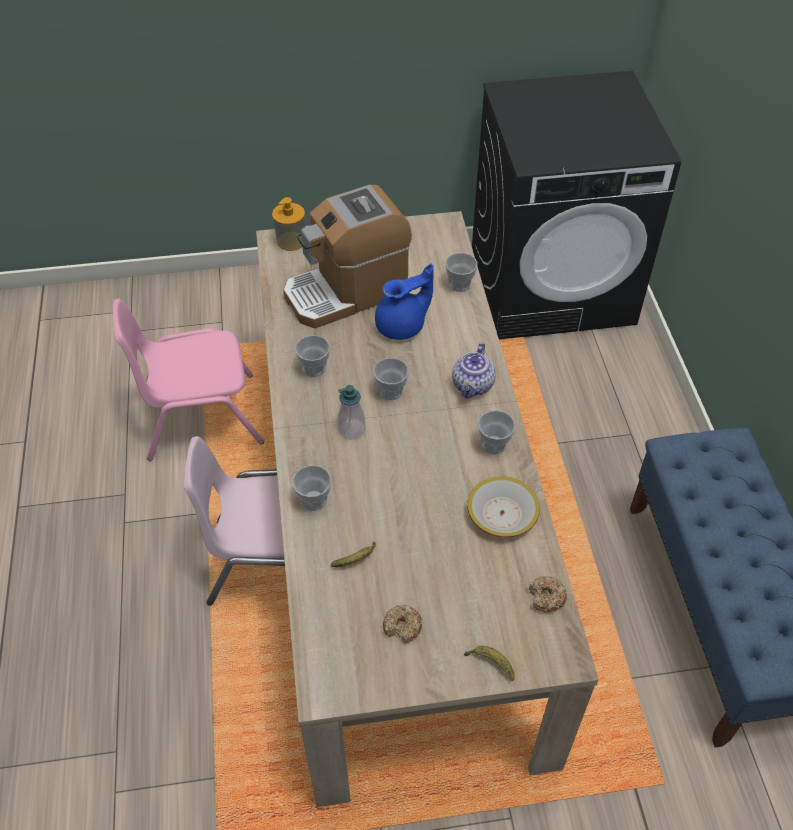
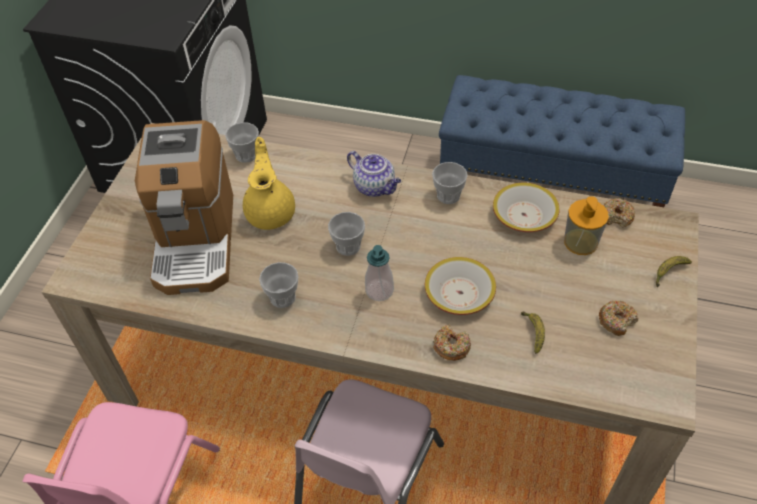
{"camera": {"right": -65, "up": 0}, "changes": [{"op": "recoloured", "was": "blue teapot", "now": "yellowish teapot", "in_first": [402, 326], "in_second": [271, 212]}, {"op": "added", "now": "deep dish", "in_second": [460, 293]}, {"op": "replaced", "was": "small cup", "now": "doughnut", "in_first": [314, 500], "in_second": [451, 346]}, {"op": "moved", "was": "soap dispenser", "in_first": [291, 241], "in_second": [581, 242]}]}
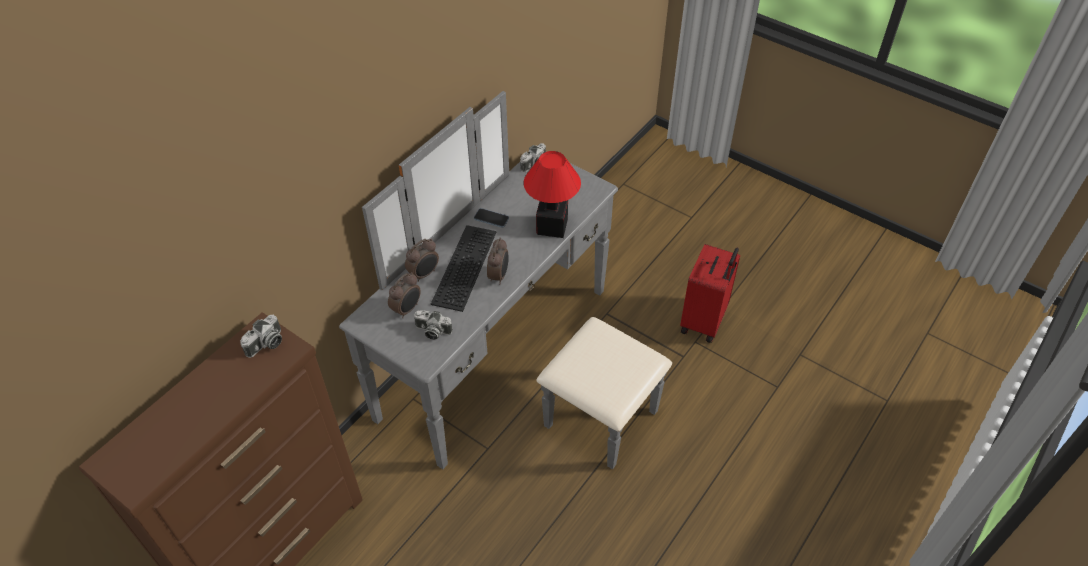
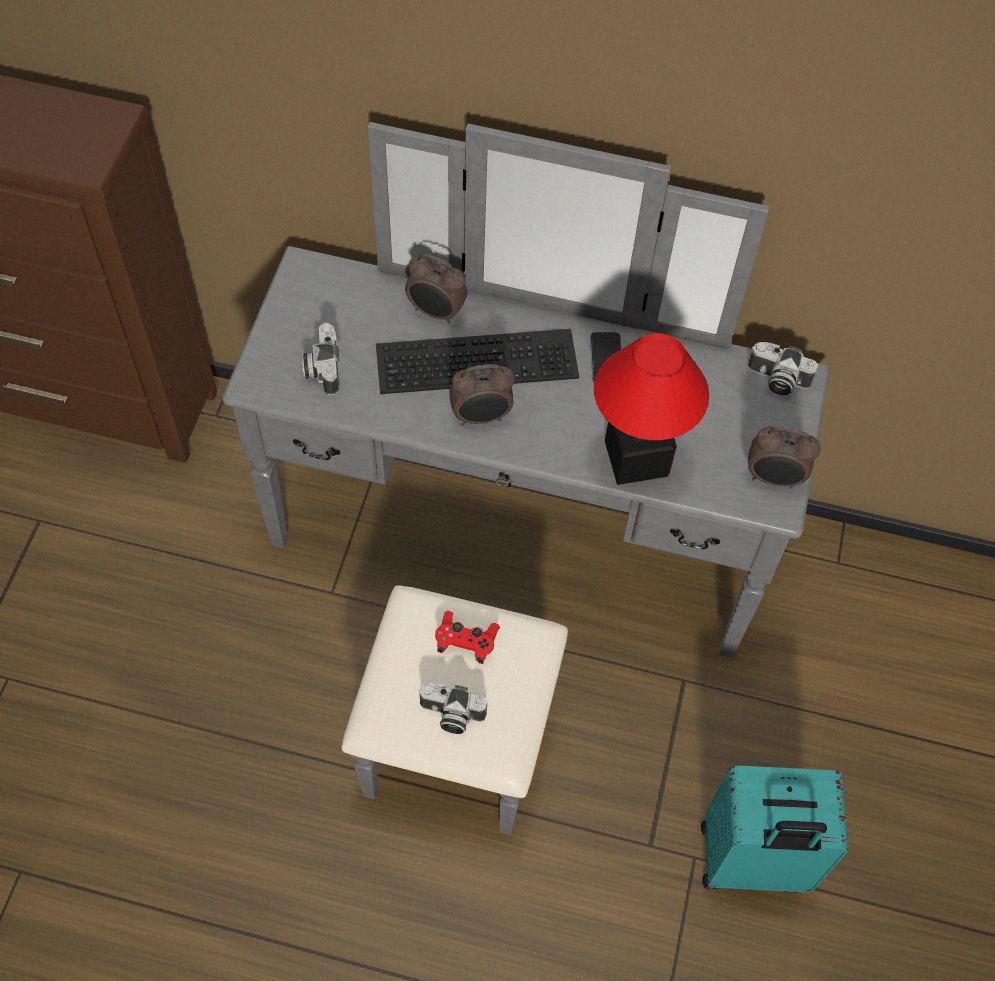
{"camera": {"right": 65, "up": 10}, "changes": [{"op": "moved", "was": "photo camera", "in_first": [266, 344], "in_second": [450, 715]}, {"op": "added", "now": "red-coloured joypad", "in_second": [466, 642]}, {"op": "recoloured", "was": "red-coloured suitcase", "now": "blue-green suitcase", "in_first": [704, 321], "in_second": [752, 861]}, {"op": "moved", "was": "alarm clock", "in_first": [407, 309], "in_second": [773, 479]}]}
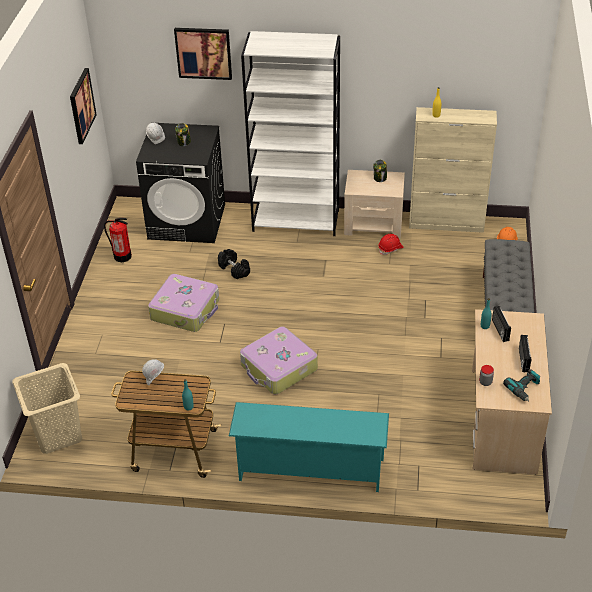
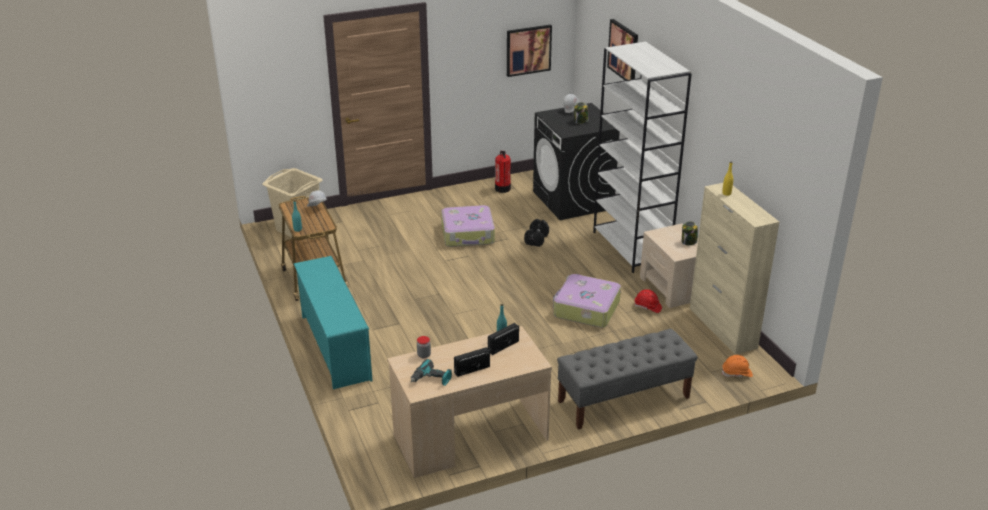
{"camera": {"right": 60, "up": -10}, "changes": [{"op": "moved", "was": "suitcase", "in_first": [278, 368], "in_second": [585, 309]}]}
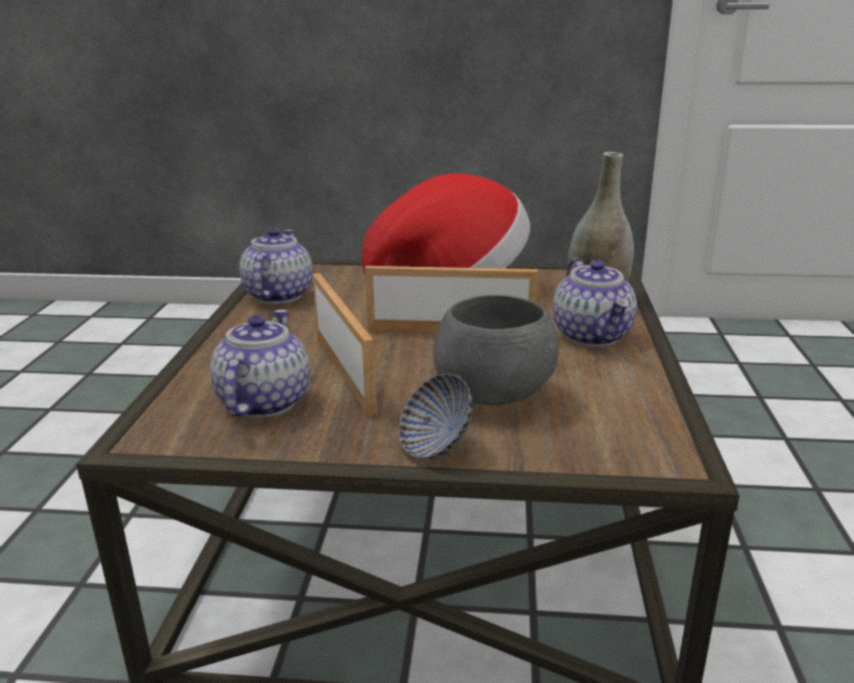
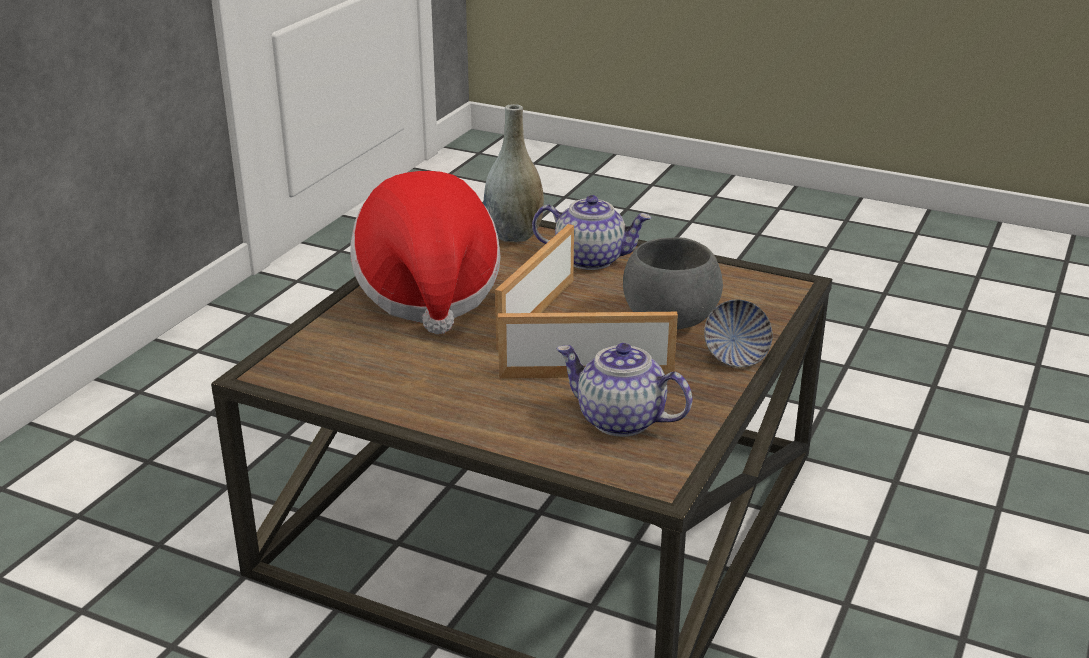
{"camera": {"right": -70, "up": 5}, "changes": [{"op": "removed", "was": "teapot", "in_first": [278, 295]}]}
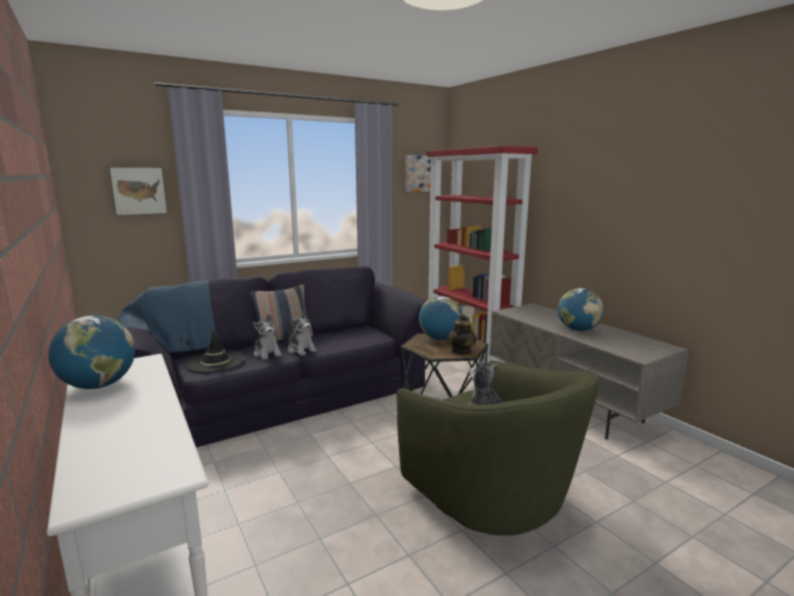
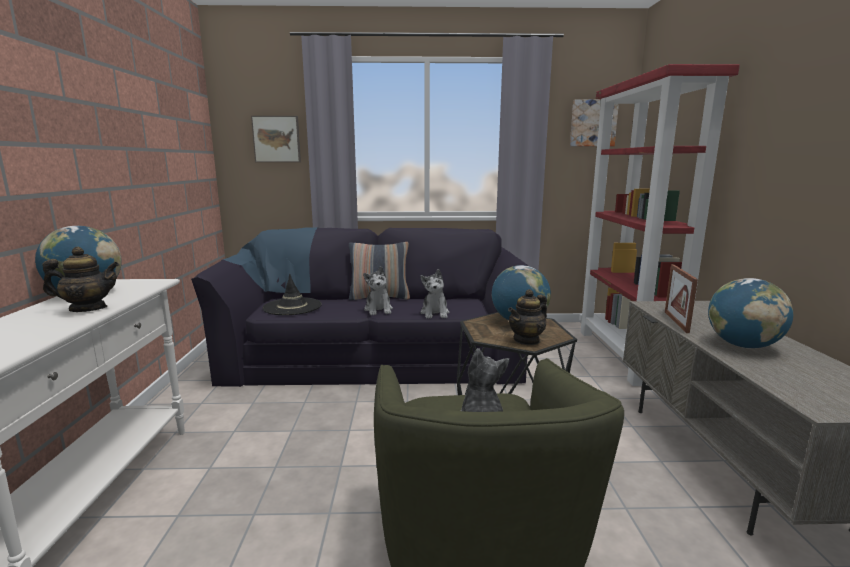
{"camera": {"right": 30, "up": 0}, "changes": [{"op": "added", "now": "teapot", "in_second": [88, 309]}, {"op": "moved", "was": "plush toy", "in_first": [267, 353], "in_second": [435, 313]}, {"op": "added", "now": "standing frame", "in_second": [676, 322]}]}
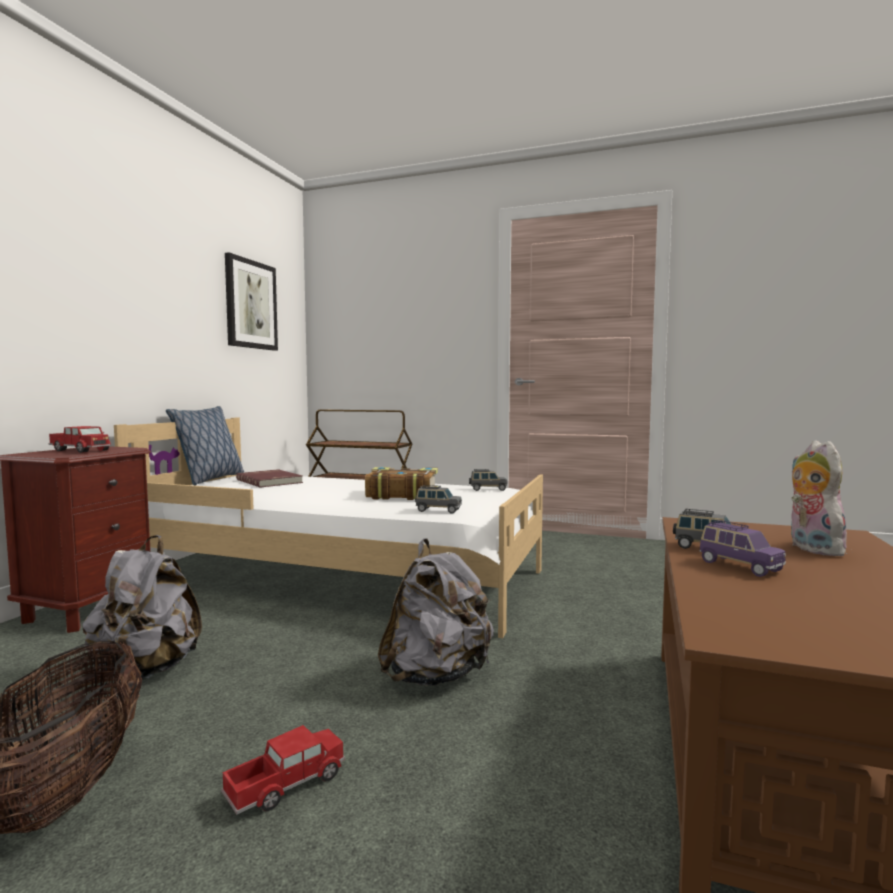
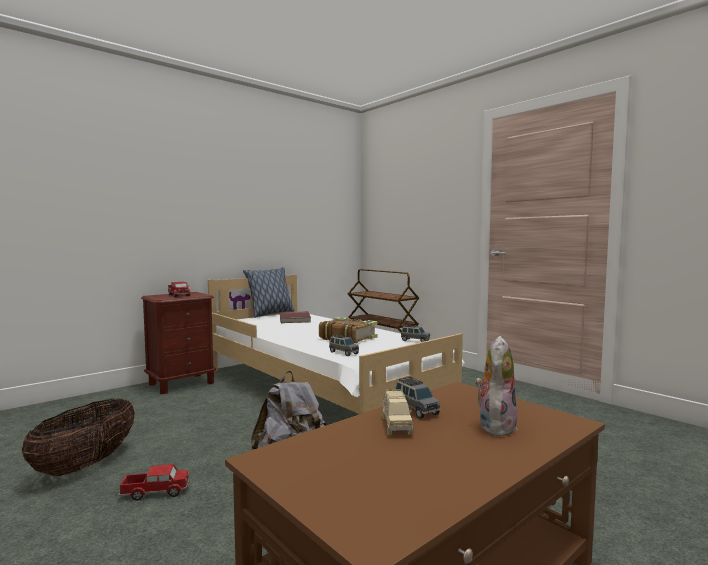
{"camera": {"right": 30, "up": 0}, "changes": [{"op": "recoloured", "was": "purple miniature car", "now": "beige miniature car", "in_first": [739, 566], "in_second": [396, 425]}, {"op": "removed", "was": "gray backpack", "in_first": [146, 670]}, {"op": "removed", "was": "wall picture", "in_first": [250, 304]}]}
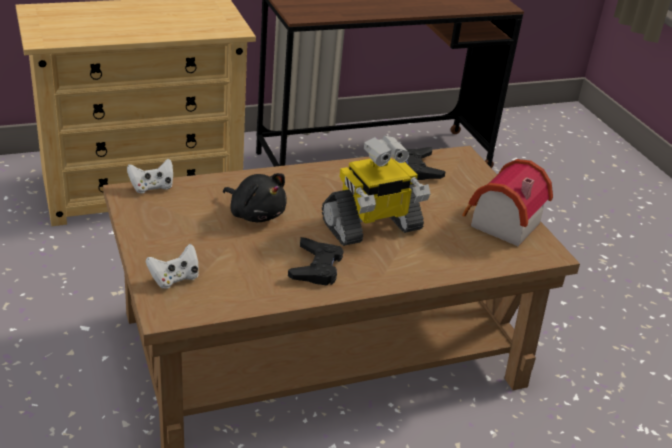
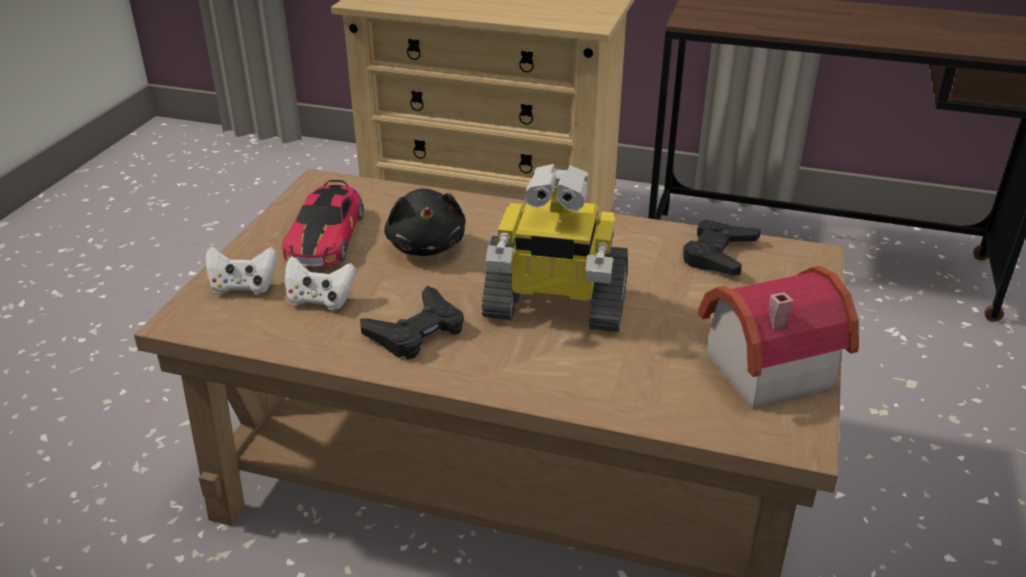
{"camera": {"right": 40, "up": 0}, "changes": [{"op": "added", "now": "miniature car", "in_second": [326, 237]}, {"op": "moved", "was": "whitish joypad", "in_first": [152, 187], "in_second": [320, 300]}]}
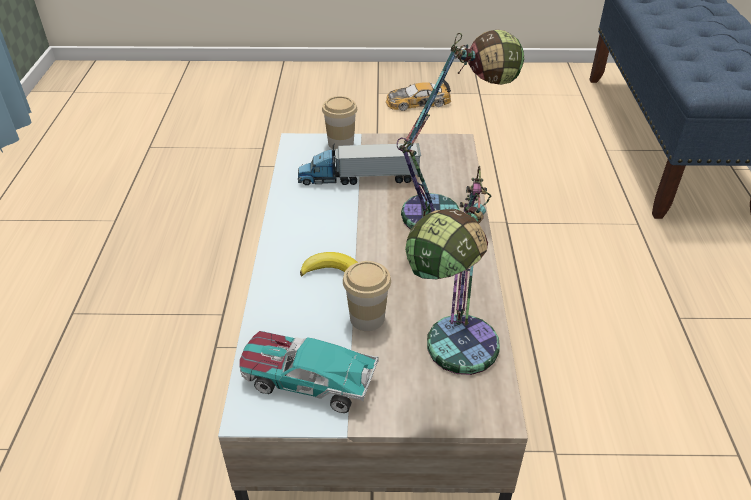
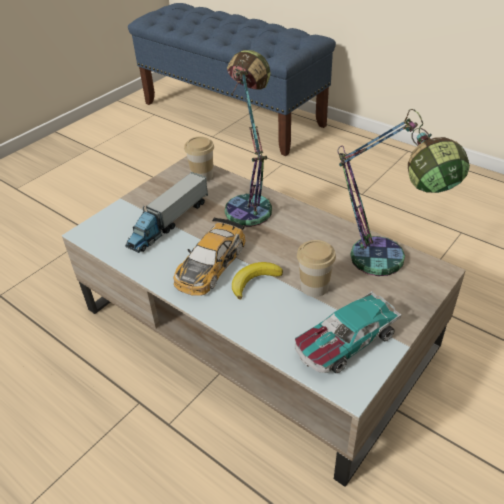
{"camera": {"right": -50, "up": 0}, "changes": [{"op": "moved", "was": "miniature car", "in_first": [417, 102], "in_second": [210, 264]}, {"op": "moved", "was": "small cup", "in_first": [340, 143], "in_second": [202, 176]}]}
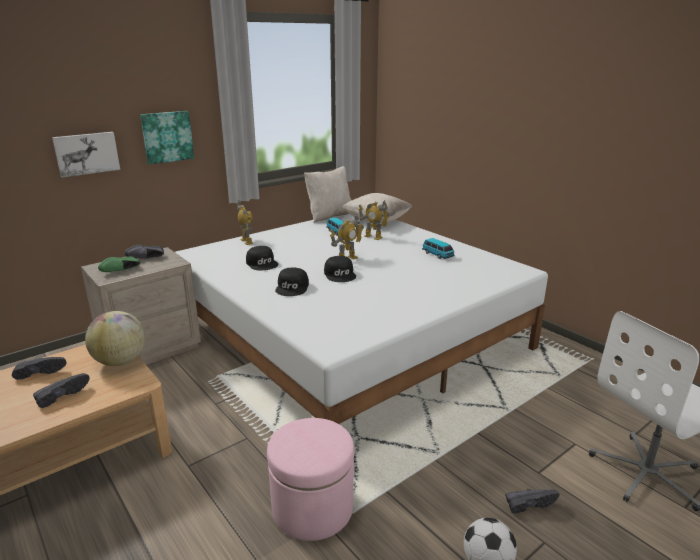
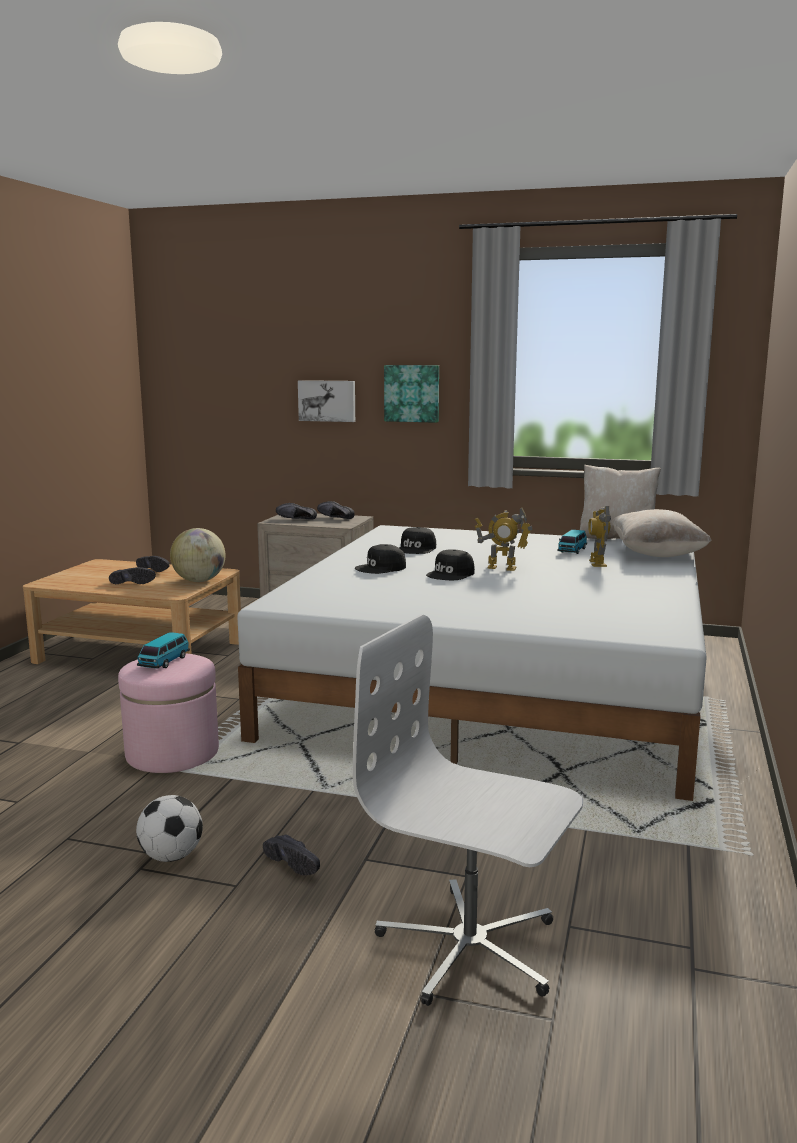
{"camera": {"right": 55, "up": -10}, "changes": [{"op": "moved", "was": "miniature car", "in_first": [437, 255], "in_second": [164, 662]}, {"op": "recoloured", "was": "green low shoe", "now": "black-coloured low shoe", "in_first": [122, 271], "in_second": [296, 520]}, {"op": "removed", "was": "toy robot", "in_first": [246, 241]}]}
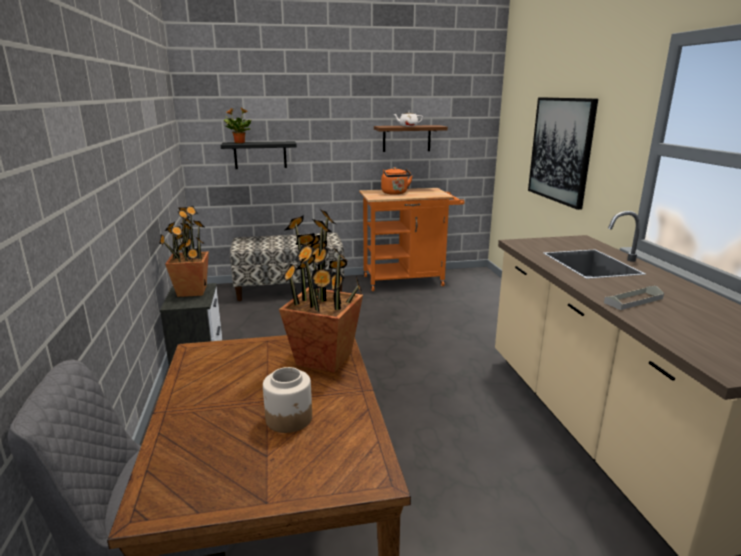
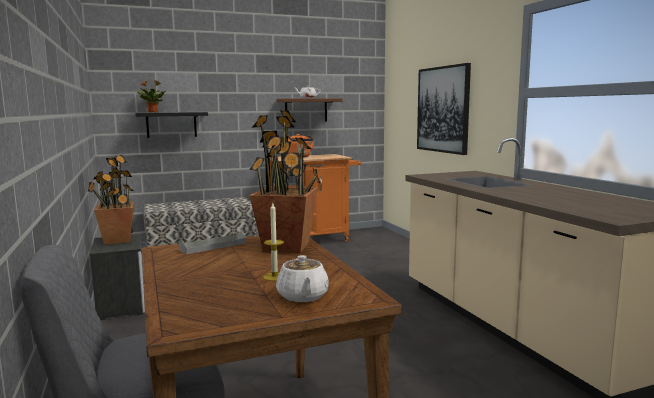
{"camera": {"right": -10, "up": -10}, "changes": [{"op": "moved", "was": "gray carrying tray", "in_first": [633, 301], "in_second": [213, 246]}, {"op": "replaced", "was": "preserve jar", "now": "wax candle", "in_first": [289, 419], "in_second": [274, 277]}, {"op": "added", "now": "whitish teapot", "in_second": [302, 296]}]}
